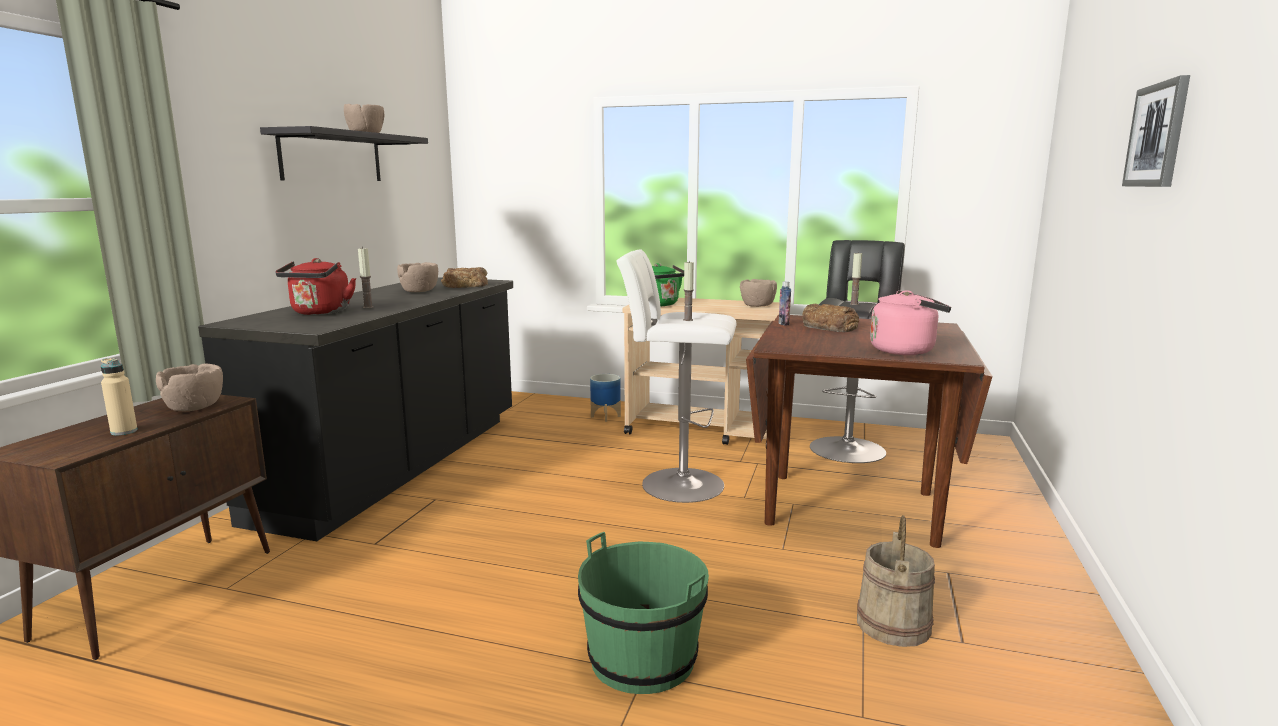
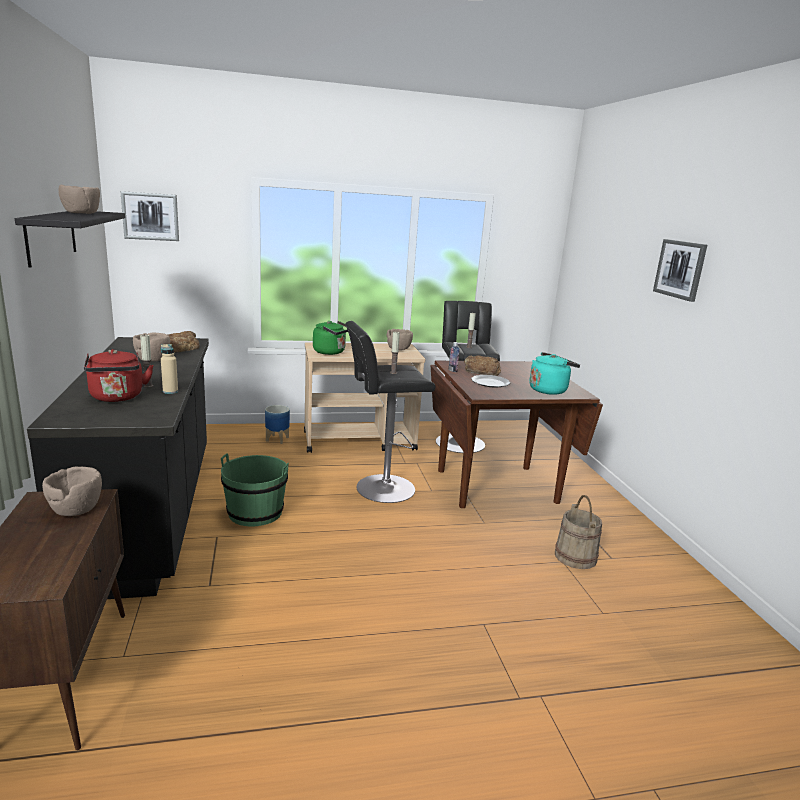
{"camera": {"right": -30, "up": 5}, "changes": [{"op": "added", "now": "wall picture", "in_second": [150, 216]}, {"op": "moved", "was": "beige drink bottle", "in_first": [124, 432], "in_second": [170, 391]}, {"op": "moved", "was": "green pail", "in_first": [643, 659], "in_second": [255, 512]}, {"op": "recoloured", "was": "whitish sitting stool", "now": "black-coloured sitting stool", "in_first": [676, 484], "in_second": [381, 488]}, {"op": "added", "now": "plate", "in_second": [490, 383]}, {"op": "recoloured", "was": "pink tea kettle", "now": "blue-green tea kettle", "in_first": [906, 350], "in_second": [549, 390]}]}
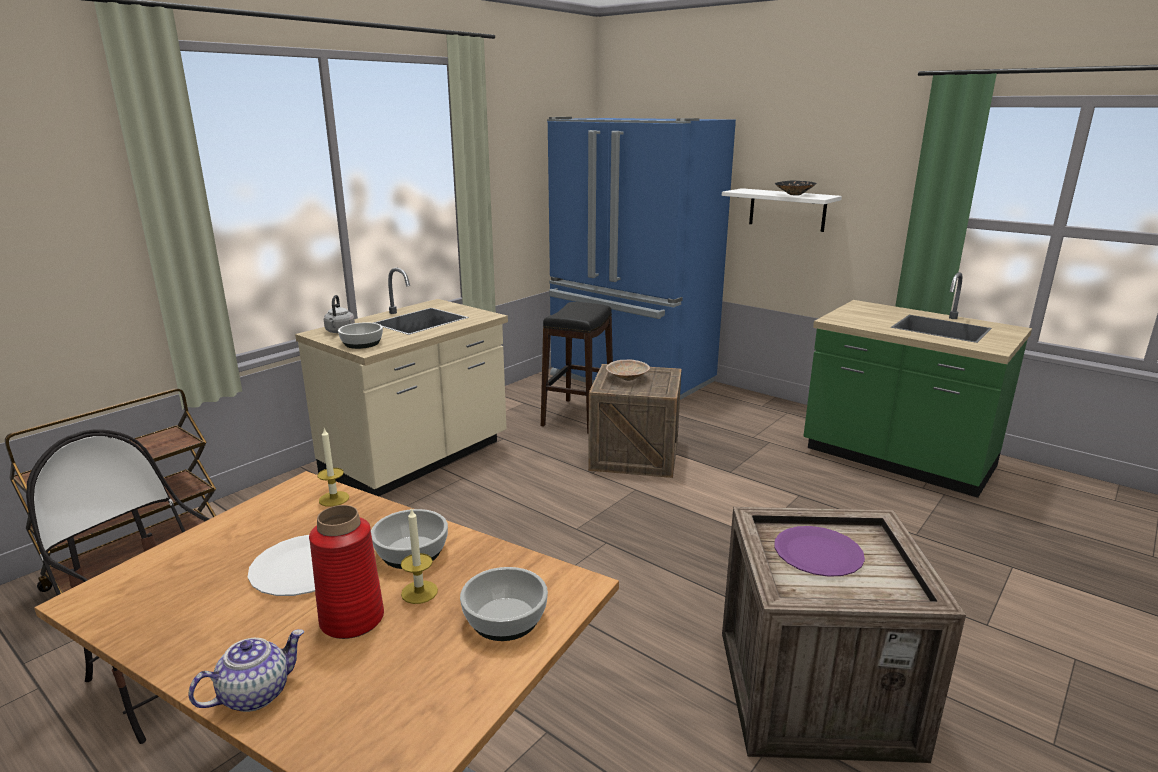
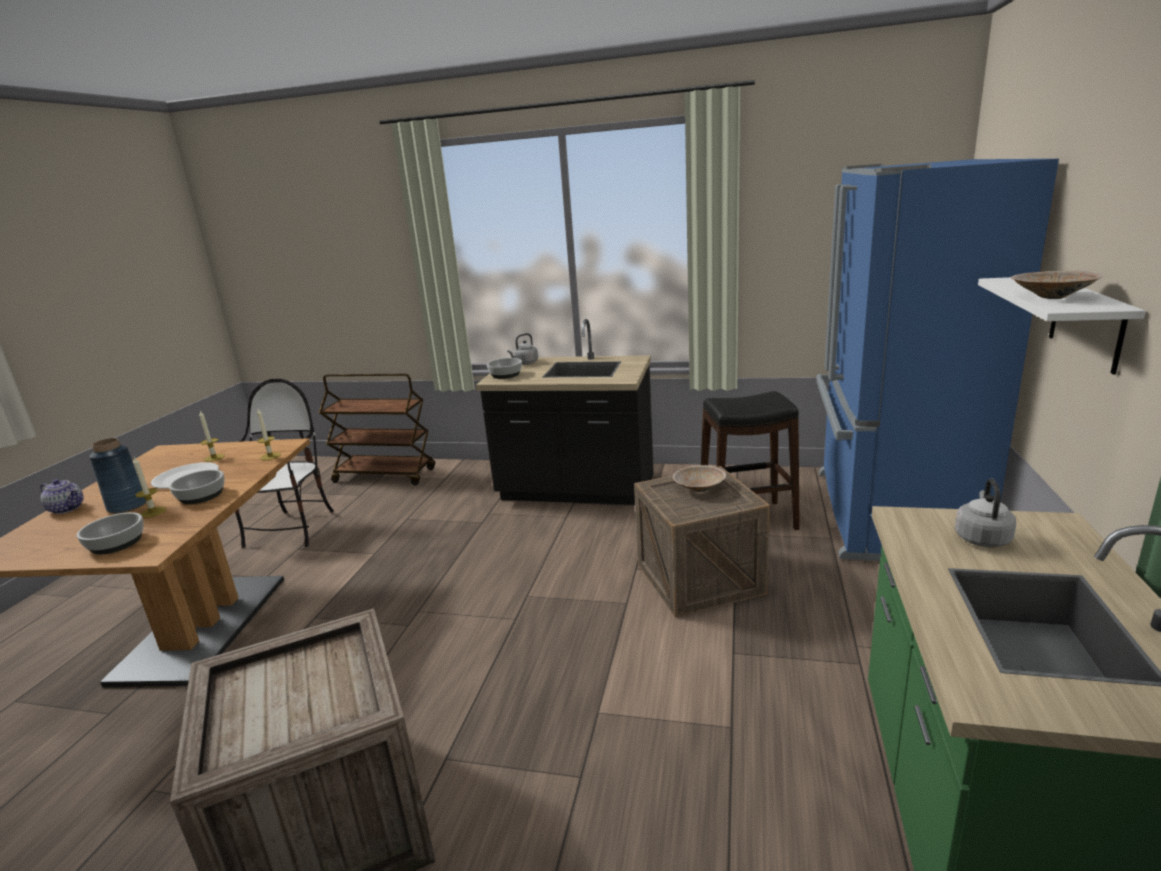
{"camera": {"right": 65, "up": 0}, "changes": [{"op": "recoloured", "was": "red-coloured flower vase", "now": "blue flower vase", "in_first": [351, 620], "in_second": [127, 506]}, {"op": "added", "now": "wax candle", "in_second": [214, 458]}, {"op": "recoloured", "was": "beige counter", "now": "black-coloured counter", "in_first": [418, 459], "in_second": [577, 490]}, {"op": "added", "now": "gray tea kettle", "in_second": [981, 537]}, {"op": "recoloured", "was": "black-coloured deep dish", "now": "beige deep dish", "in_first": [793, 195], "in_second": [1050, 297]}, {"op": "removed", "was": "purple plate", "in_first": [818, 553]}]}
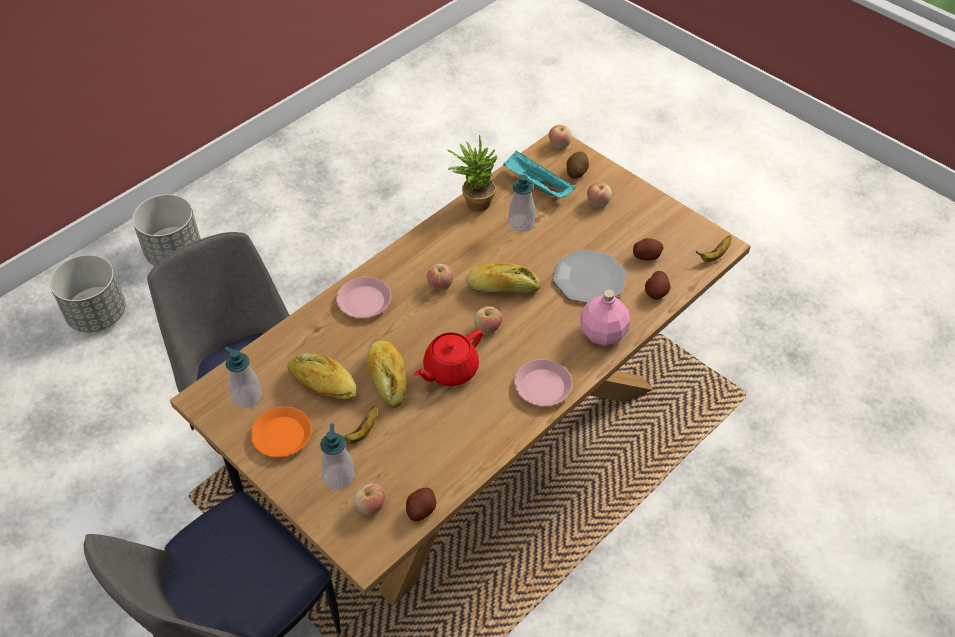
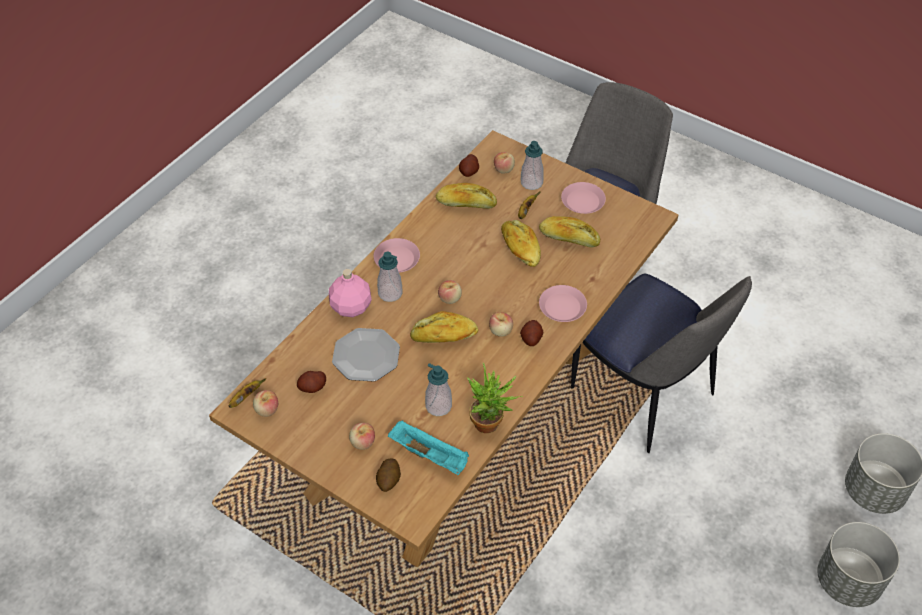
{"camera": {"right": 170, "up": 0}, "changes": [{"op": "moved", "was": "apple fruit", "in_first": [559, 144], "in_second": [267, 410]}, {"op": "moved", "was": "soap dispenser", "in_first": [247, 397], "in_second": [390, 293]}, {"op": "added", "now": "bread", "in_second": [466, 204]}, {"op": "moved", "was": "spud", "in_first": [656, 292], "in_second": [531, 338]}, {"op": "recoloured", "was": "orange-coloured plate", "now": "pink plate", "in_first": [282, 435], "in_second": [583, 201]}, {"op": "removed", "was": "red-coloured teapot", "in_first": [449, 370]}]}
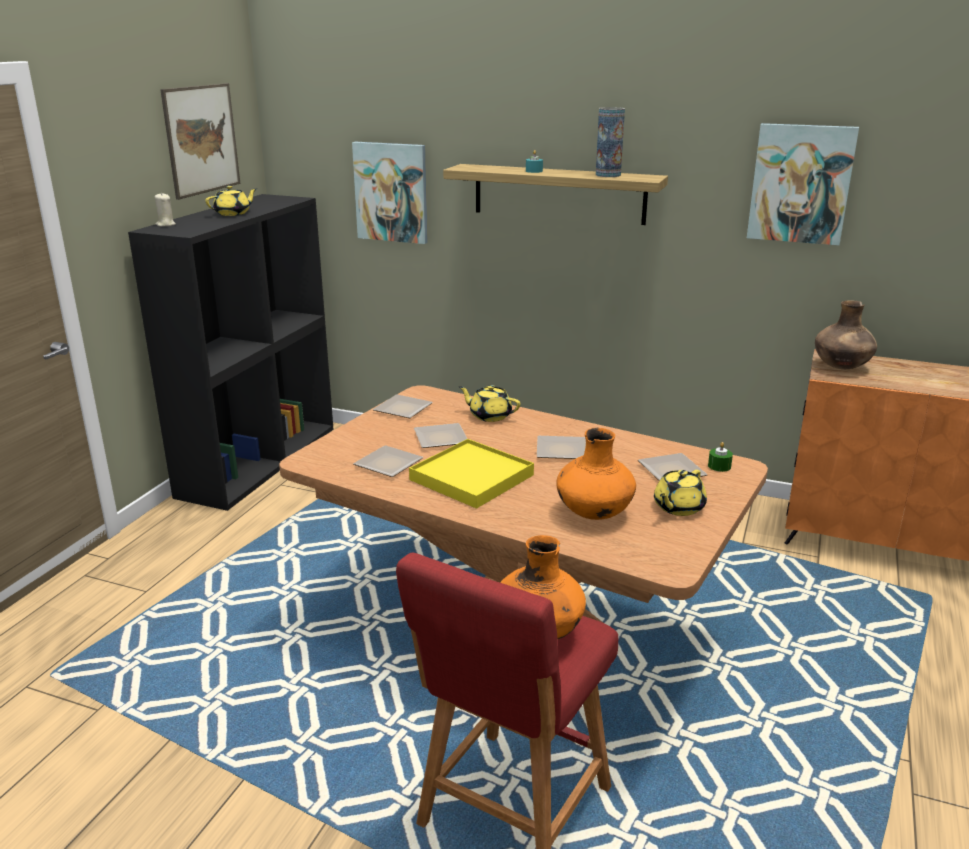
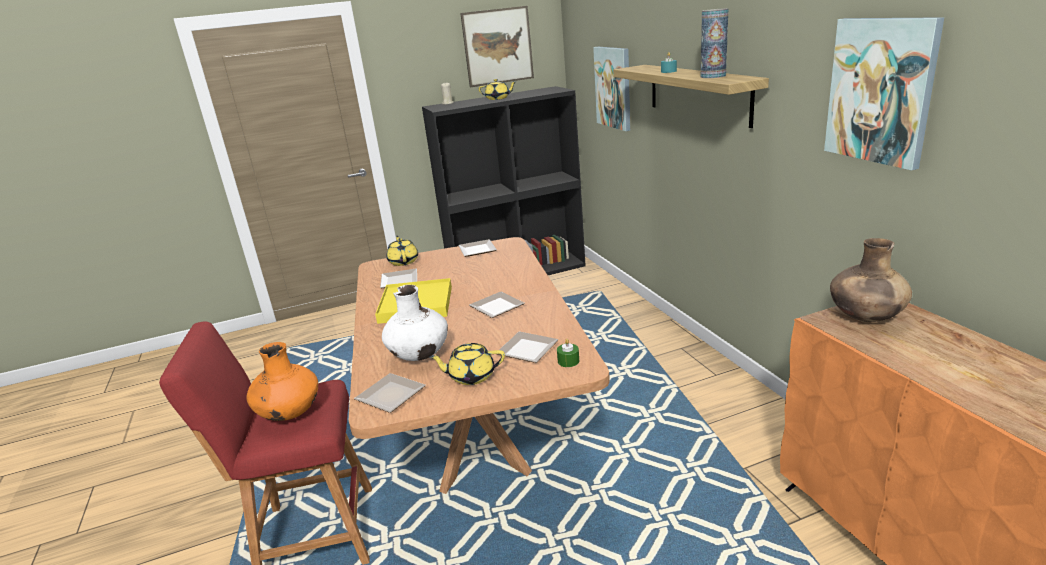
{"camera": {"right": 50, "up": 0}, "changes": [{"op": "moved", "was": "plate", "in_first": [439, 438], "in_second": [391, 394]}, {"op": "recoloured", "was": "orange-coloured flower vase", "now": "whitish flower vase", "in_first": [593, 513], "in_second": [420, 355]}, {"op": "moved", "was": "yellowish teapot", "in_first": [489, 416], "in_second": [403, 261]}]}
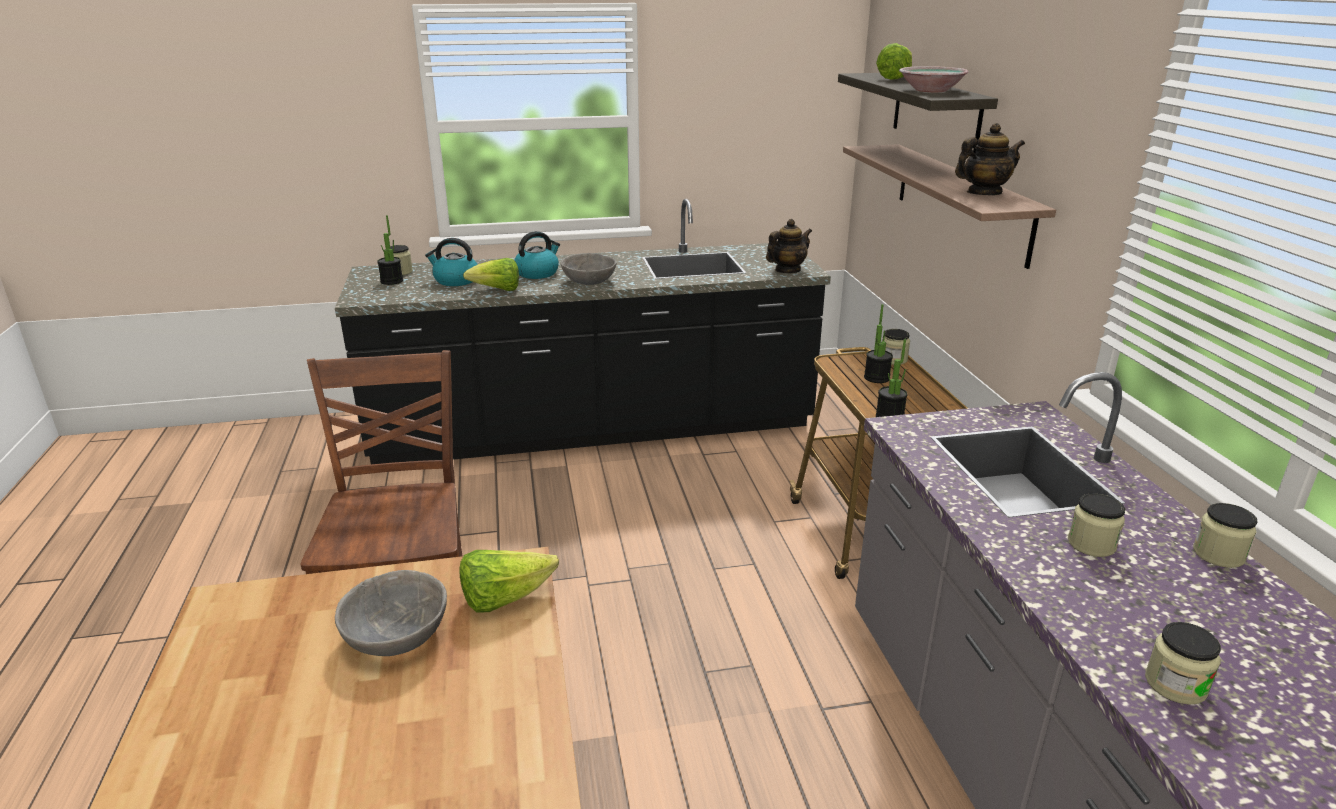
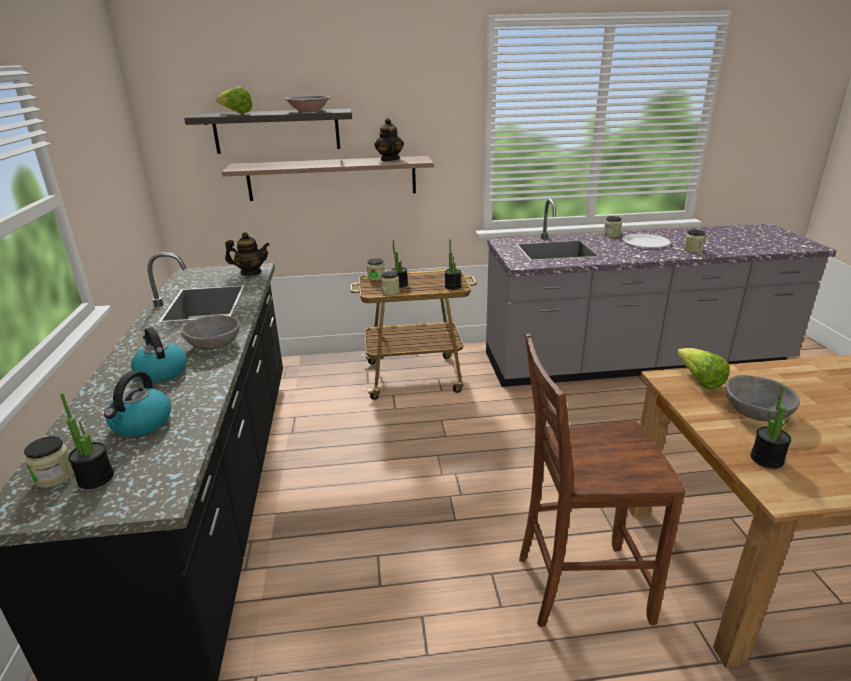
{"camera": {"right": -85, "up": 0}, "changes": [{"op": "turned", "was": "teapot", "in_first": [787, 270], "in_second": [251, 273], "clockwise": 120}, {"op": "moved", "was": "preserve jar", "in_first": [1091, 544], "in_second": [390, 291]}, {"op": "added", "now": "whitish plate", "in_second": [645, 242]}, {"op": "added", "now": "potted plant", "in_second": [766, 459]}, {"op": "removed", "was": "lettuce head", "in_first": [497, 290]}]}
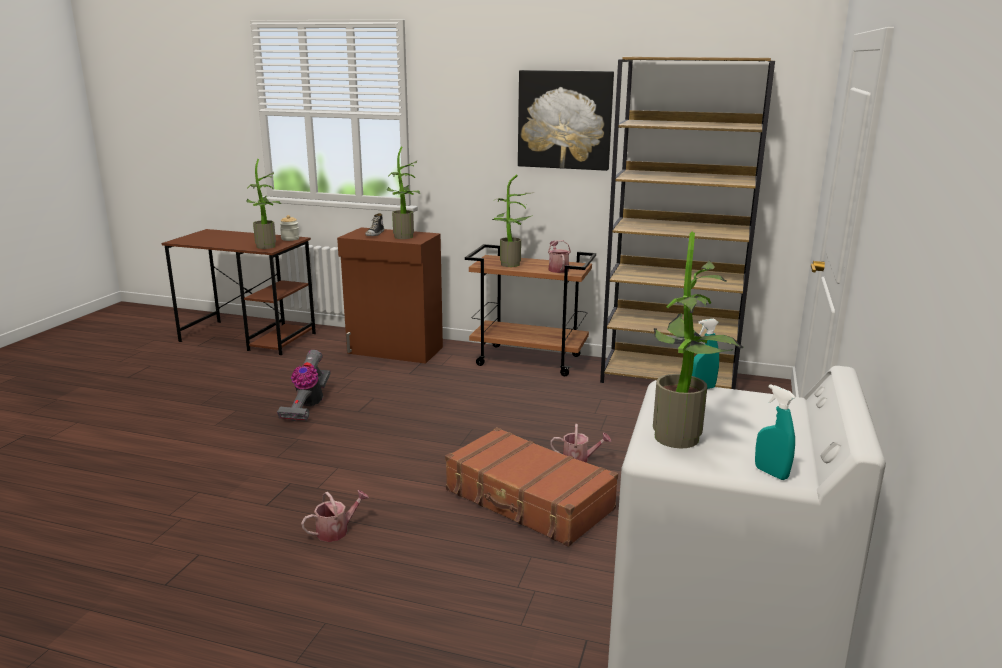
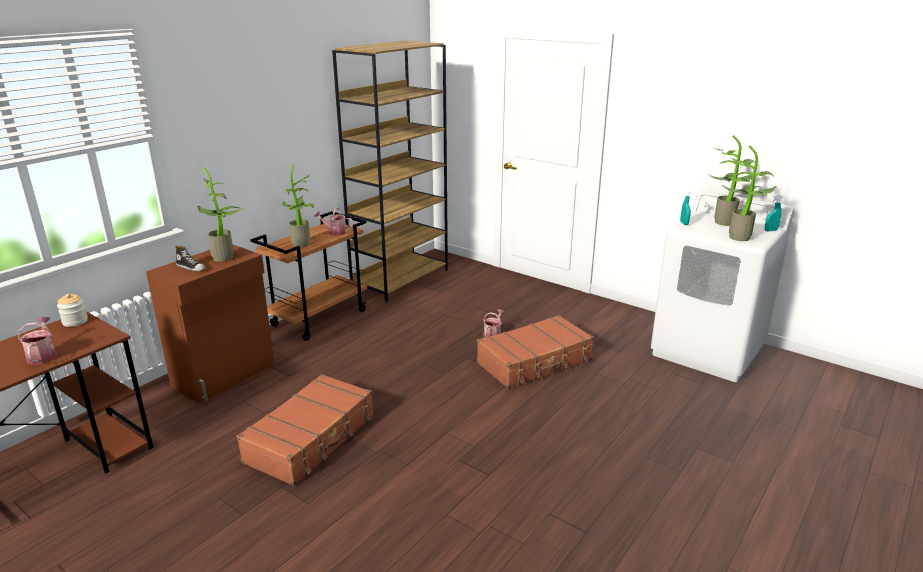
{"camera": {"right": -70, "up": 5}, "changes": [{"op": "moved", "was": "watering pot", "in_first": [336, 531], "in_second": [43, 355]}, {"op": "replaced", "was": "vacuum", "now": "brown suitcase", "in_first": [307, 406], "in_second": [311, 439]}, {"op": "moved", "was": "potted plant", "in_first": [268, 247], "in_second": [725, 221]}, {"op": "removed", "was": "wall picture", "in_first": [565, 120]}]}
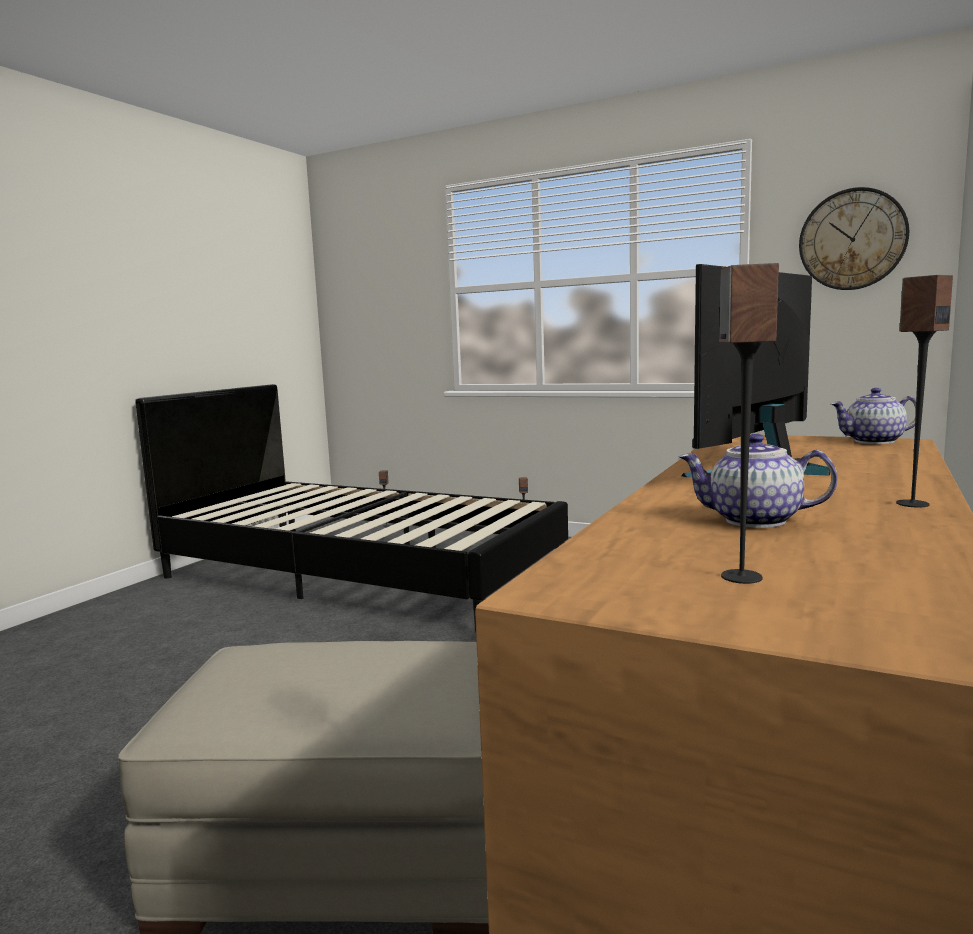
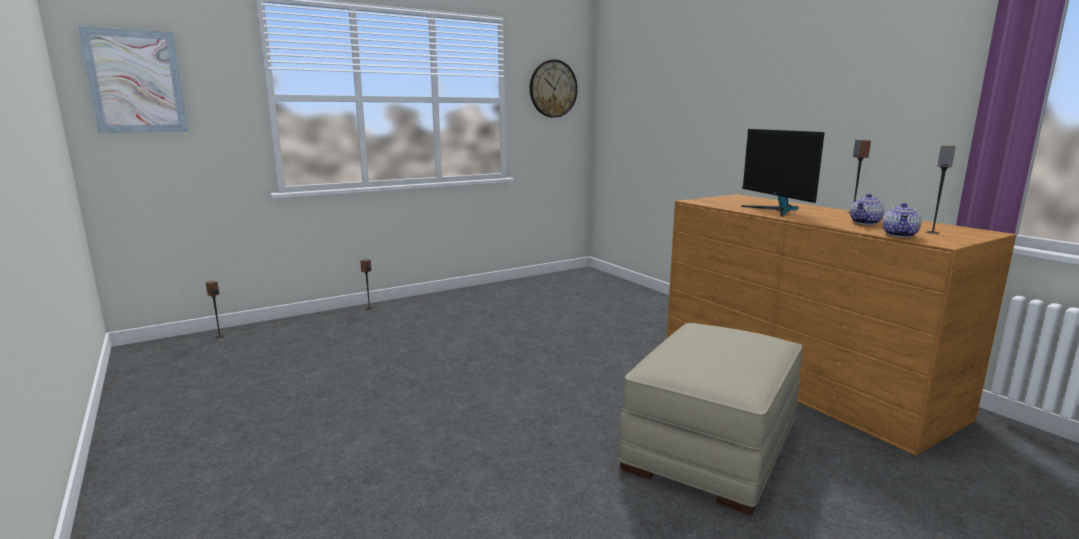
{"camera": {"right": -60, "up": 5}, "changes": [{"op": "added", "now": "wall picture", "in_second": [136, 82]}, {"op": "moved", "was": "teapot", "in_first": [874, 441], "in_second": [900, 235]}, {"op": "removed", "was": "black-coloured sleeping bed", "in_first": [359, 573]}]}
